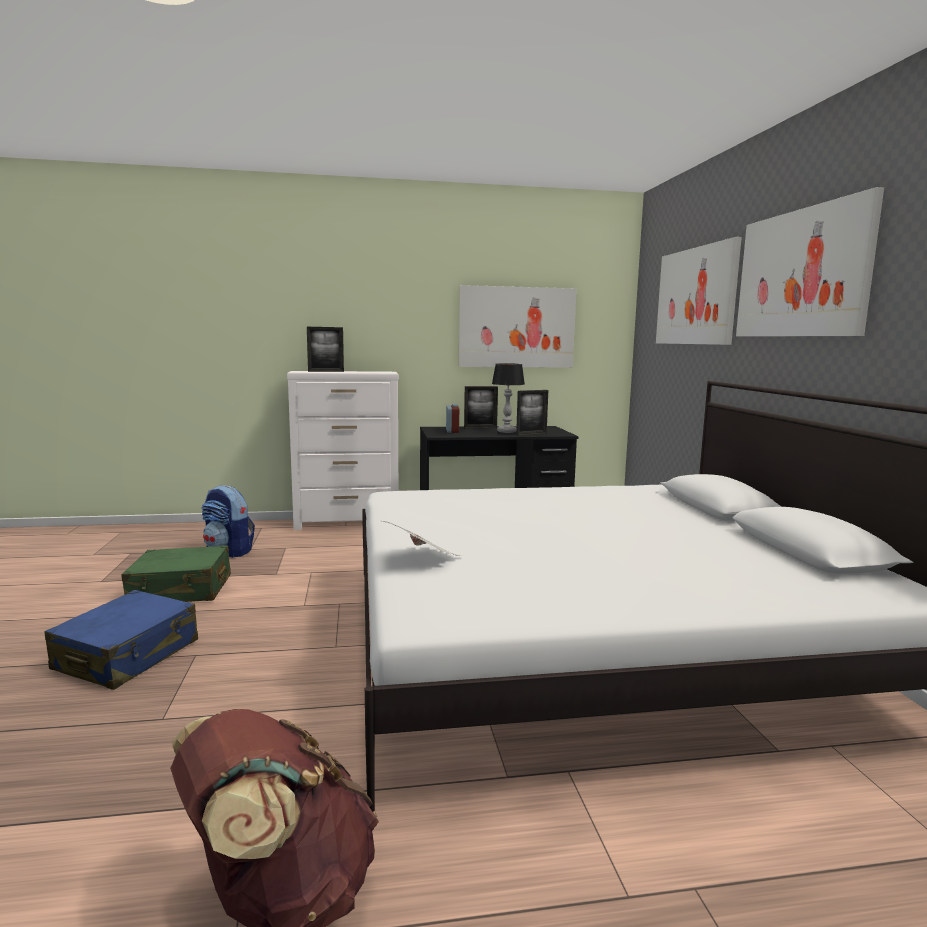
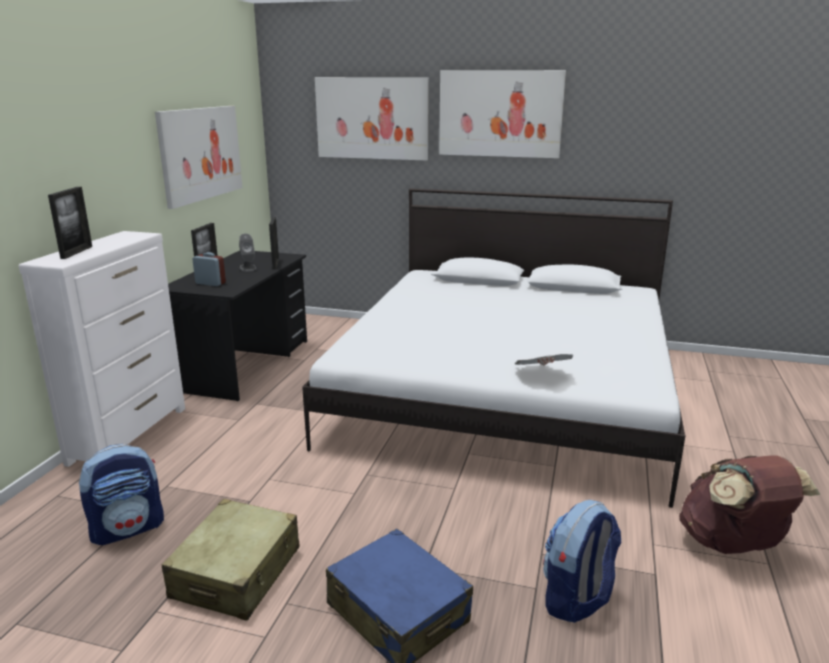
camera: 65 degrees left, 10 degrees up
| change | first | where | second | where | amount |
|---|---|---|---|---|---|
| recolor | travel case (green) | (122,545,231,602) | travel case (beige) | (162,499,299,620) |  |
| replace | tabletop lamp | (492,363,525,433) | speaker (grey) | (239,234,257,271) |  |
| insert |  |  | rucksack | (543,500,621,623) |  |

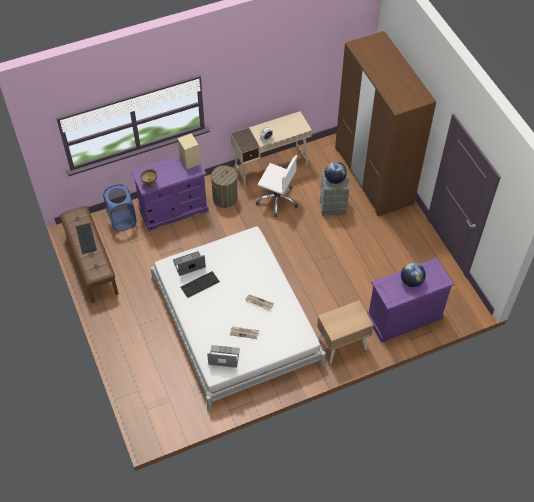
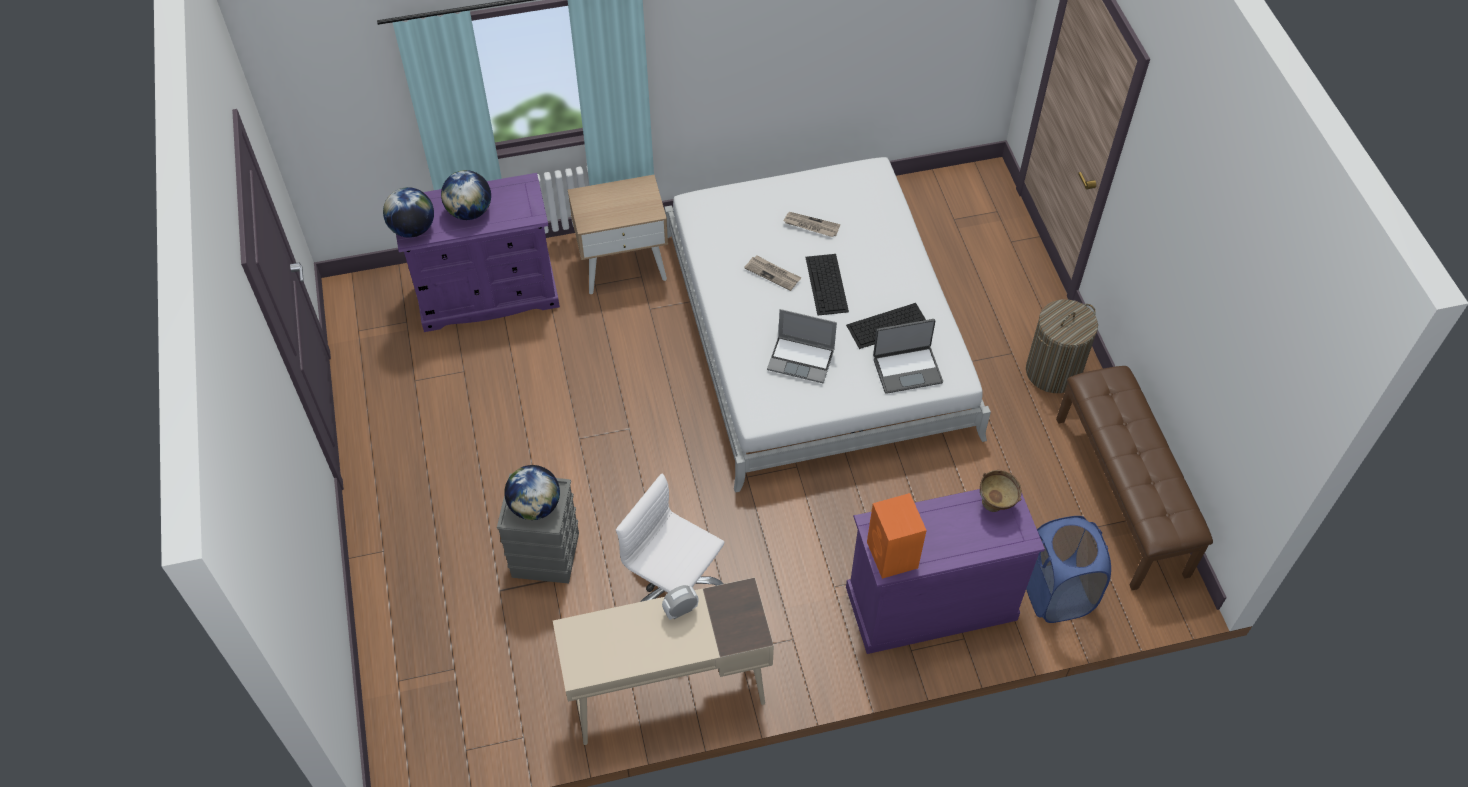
camera: 170 degrees left, 0 degrees up
| change | first | where | second | where | amount |
|---|---|---|---|---|---|
| move | computer keyboard | (76,223,97,254) |  | (805,254,849,316) |  |
| recolor | speaker (beige) | (178,133,200,169) | speaker (orange-coloured) | (867,493,927,579) |  |
| move | portable computer | (207,345,240,368) |  | (767,309,837,383) |  |
| move | laundry basket | (211,166,238,208) |  | (1026,299,1098,393) |  |
| delete | wardrobe (brown-coloured) | (335,31,436,217) |  |  |  |
| insert |  |  | globe | (383,187,434,238) |  |

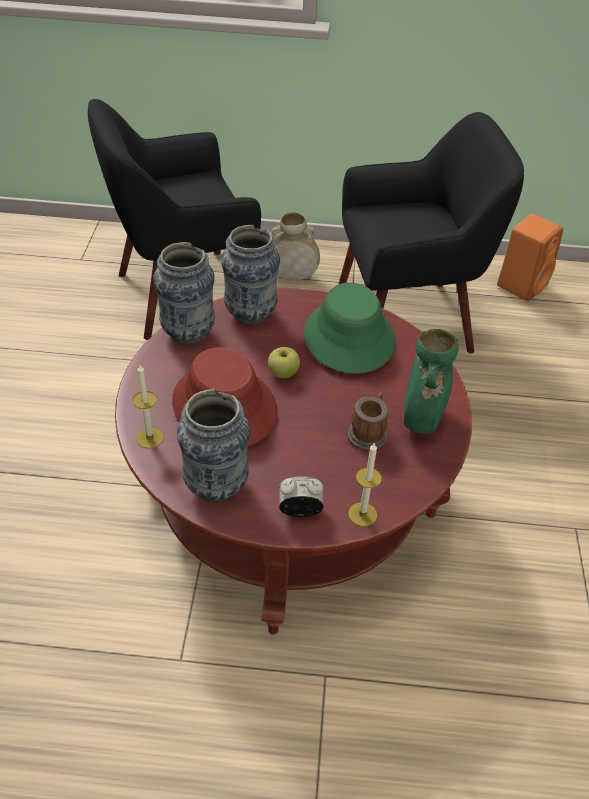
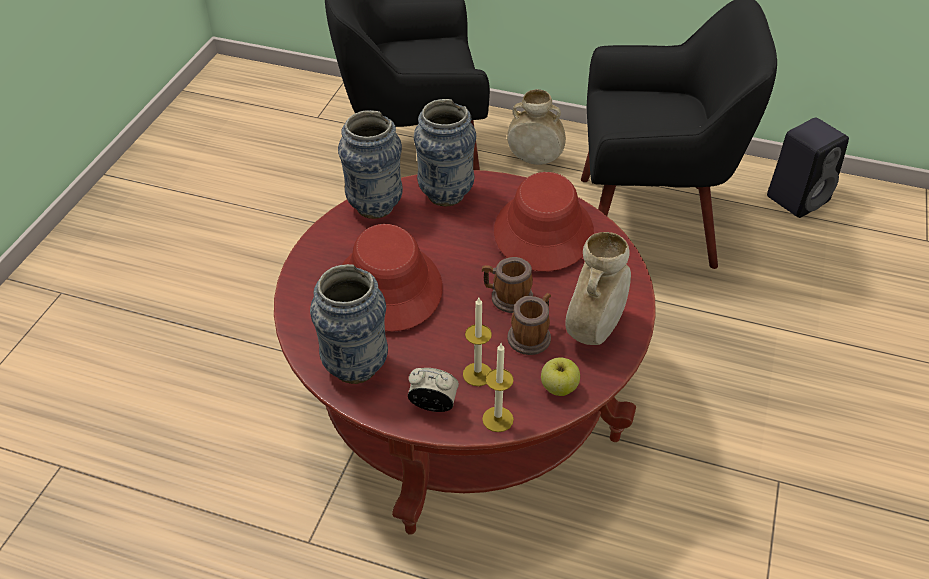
camera: 15 degrees right, 0 degrees up
| change | first | where | second | where | amount |
|---|---|---|---|---|---|
| move | wax light | (133,365,163,449) |  | (463,298,492,386) |  |
| move | apple fruit | (268,347,300,378) |  | (541,357,580,396) |  |
| recolor | hat (green) | (304,282,396,374) | hat (reddish) | (494,172,594,271) |  |
| recolor | flower vase (green) | (404,329,459,434) | flower vase (beige) | (565,232,631,345) |  |
| recolor | speaker (orange-coloured) | (497,214,563,301) | speaker (black) | (767,117,849,218) |  |
| insert |  |  | tea mug | (482,257,533,313) |  |

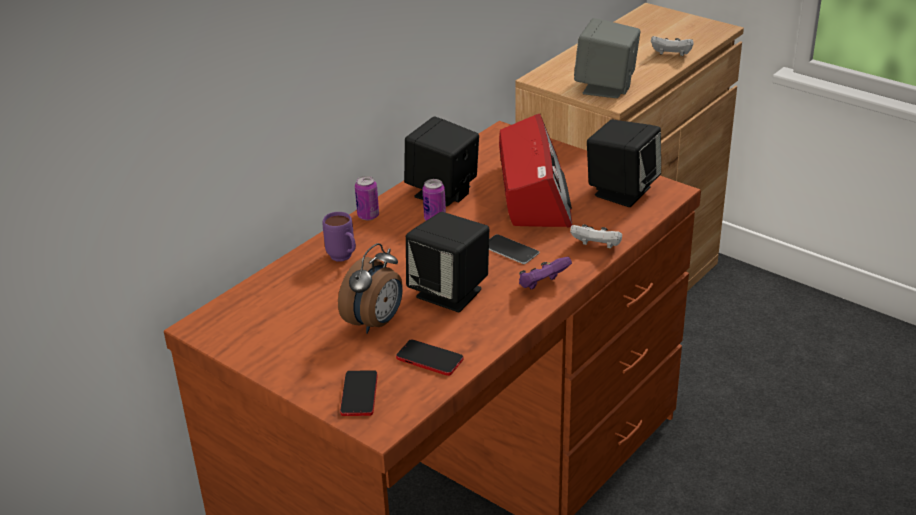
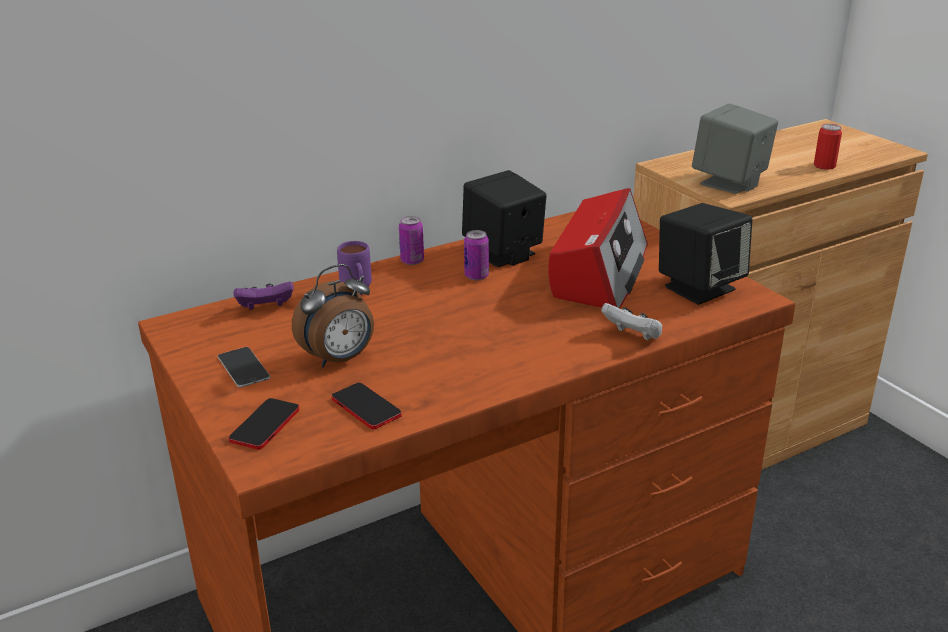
camera: 20 degrees right, 5 degrees down
| change | first | where | second | where | amount |
|---|---|---|---|---|---|
| delete | speaker (black) | (406,212,489,312) |  |  |  |
| move | handset | (489,234,540,264) |  | (218,347,270,387) |  |
| move | gamepad (purple) | (519,257,572,289) |  | (233,281,294,310) |  |
| replace | gamepad (whitish) | (651,36,694,56) | sealed can | (814,124,842,170) |  |

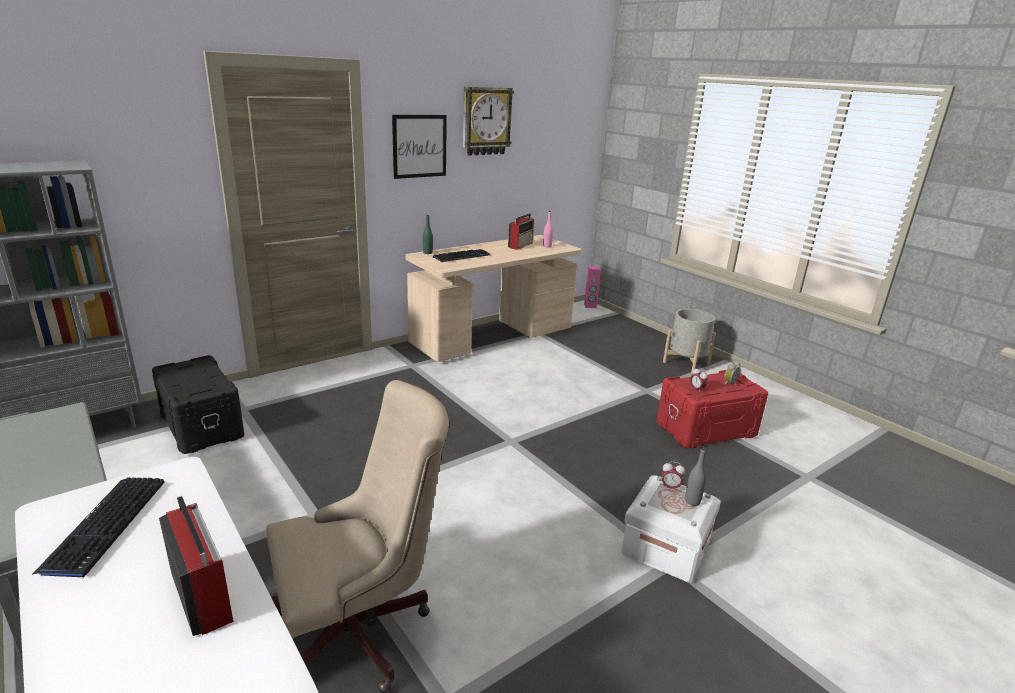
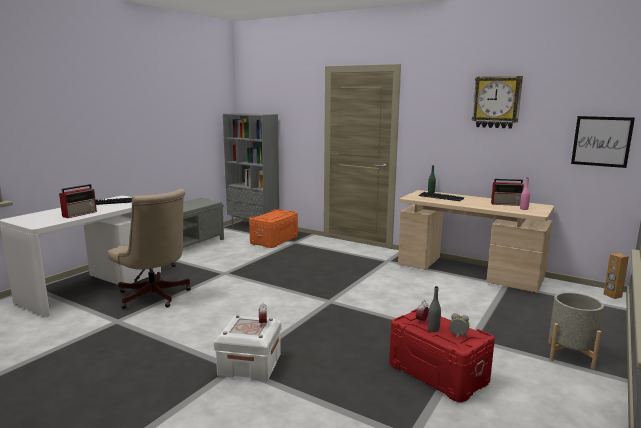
camera: 70 degrees right, 10 degrees down
| change | first | where | second | where | amount |
|---|---|---|---|---|---|
| recolor | storage box (black) | (152,355,244,454) | storage box (orange-coloured) | (249,209,298,248) |  |
| move | wall picture | (392,115,447,179) |  | (571,116,635,168) |  |
| recolor | speaker (pinkish) | (584,266,601,308) | speaker (brown-coloured) | (604,253,629,299) |  |
| move | beverage bottle (grey) | (685,447,706,506) |  | (428,286,441,332) |  |

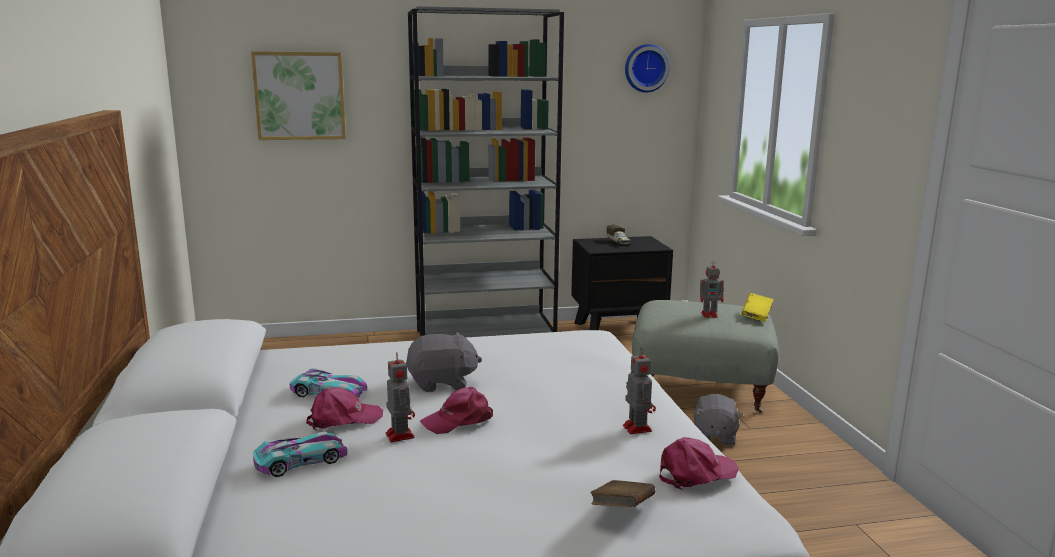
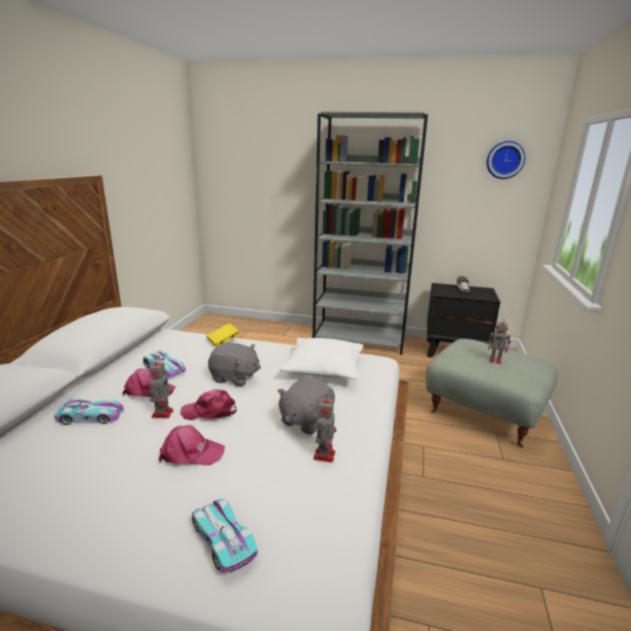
camera: 25 degrees right, 5 degrees up
| change | first | where | second | where | amount |
|---|---|---|---|---|---|
| delete | wall picture | (251,51,346,140) |  |  |  |
| replace | bound book (brown-coloured) | (590,480,656,507) | toy car | (192,498,257,573) |  |
| move | peaked cap (pinkish) | (659,437,739,490) |  | (159,425,225,465) |  |
| move | plush toy (grey) | (694,394,743,446) |  | (277,378,335,435) |  |
| move | bound book (yellow) | (742,293,774,322) |  | (206,323,239,347) |  |
| insert |  |  | pillow (whitish) | (280,338,363,379) |  |

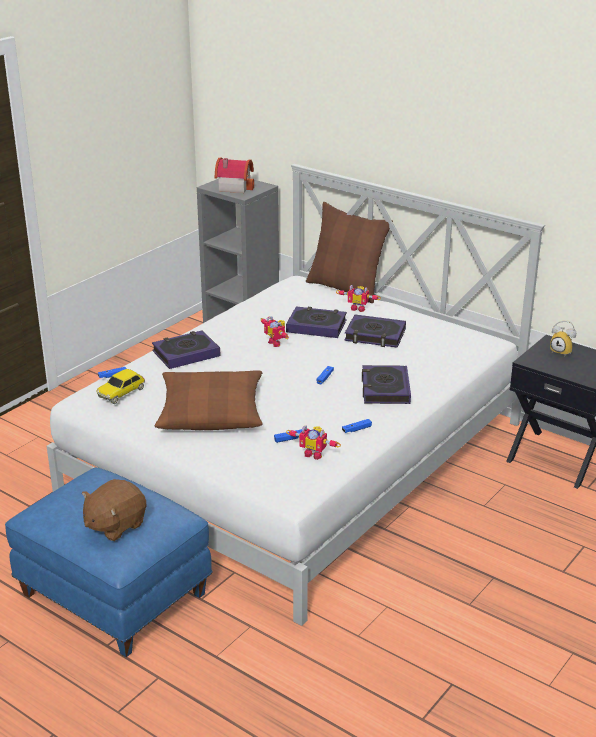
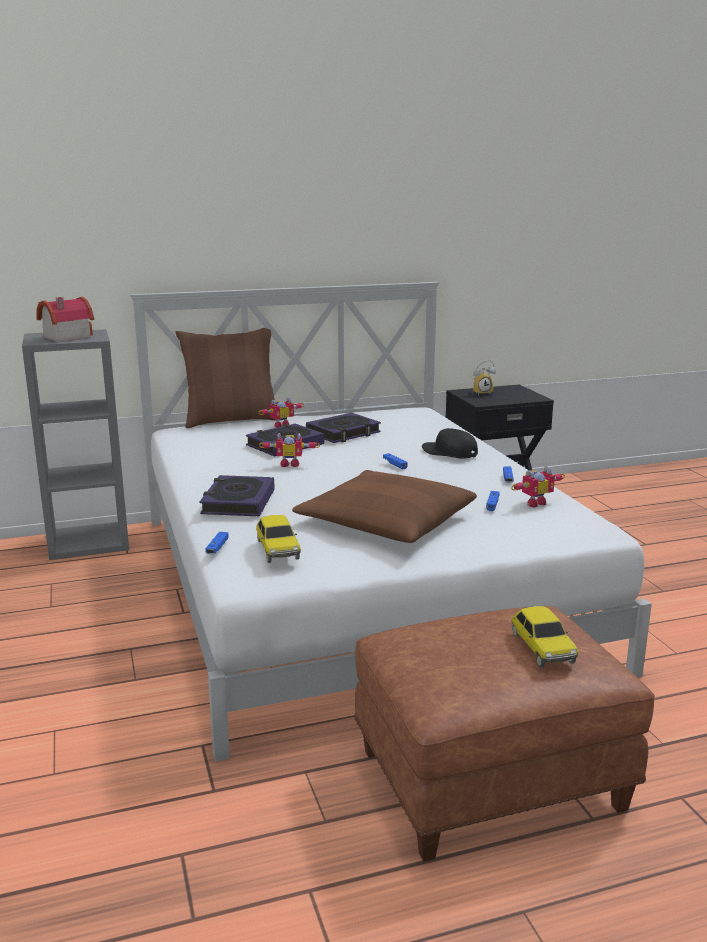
camera: 55 degrees left, 10 degrees down
| change | first | where | second | where | amount |
|---|---|---|---|---|---|
| recolor | footrest (bluish) | (5,467,213,657) | footrest (brown-coloured) | (354,606,655,861) |  |
| replace | plush toy (brown-coloured) | (82,479,146,541) | toy car | (511,606,578,667) |  |
| replace | bound book | (362,365,411,404) | peaked cap (black) | (422,428,478,459) |  |

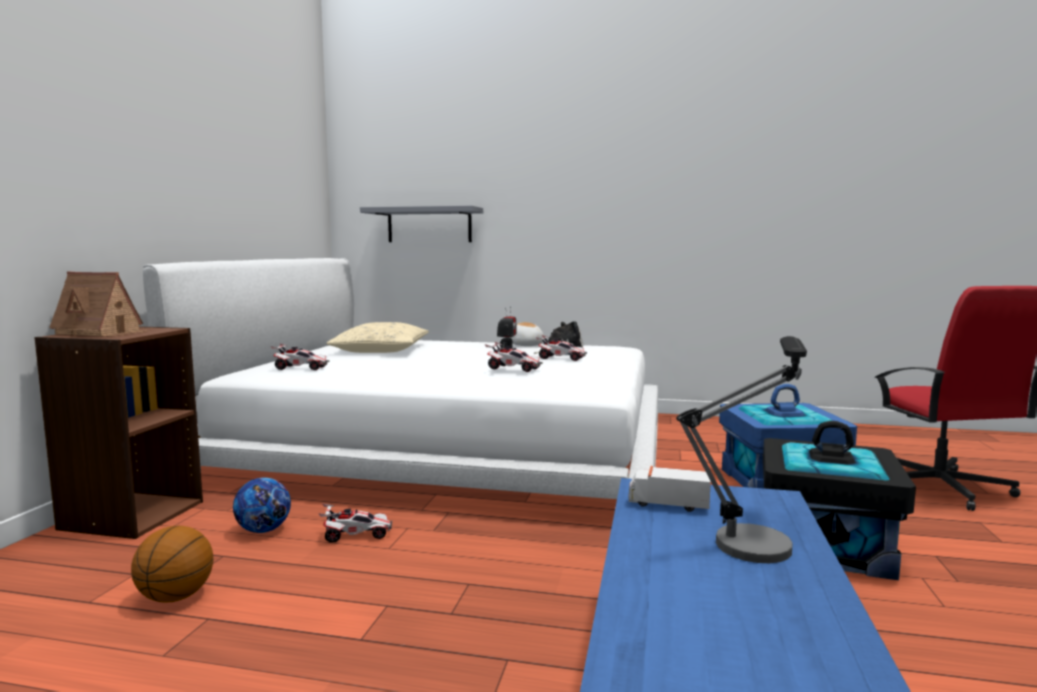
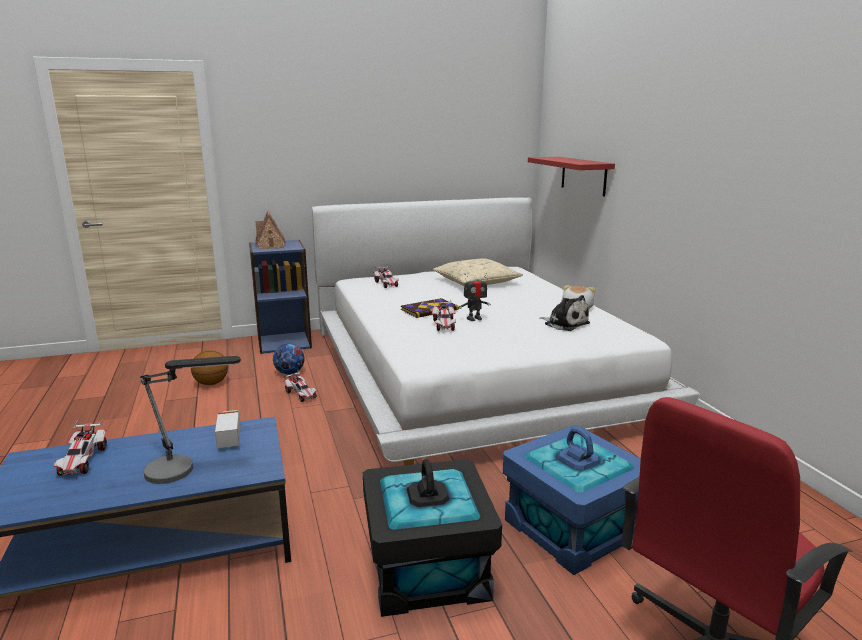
camera: 60 degrees right, 10 degrees up
| change | first | where | second | where | amount |
|---|---|---|---|---|---|
| recolor | bookcase (brown-coloured) | (34,326,203,539) | bookcase (bluish) | (249,240,312,354) |  |
| recolor | bracket shelf (grey) | (360,205,483,242) | bracket shelf (reddish) | (528,157,615,197) |  |
| move | toy car | (536,335,587,361) |  | (53,418,107,476) |  |
| insert |  |  | bound book | (401,298,459,318) |  |

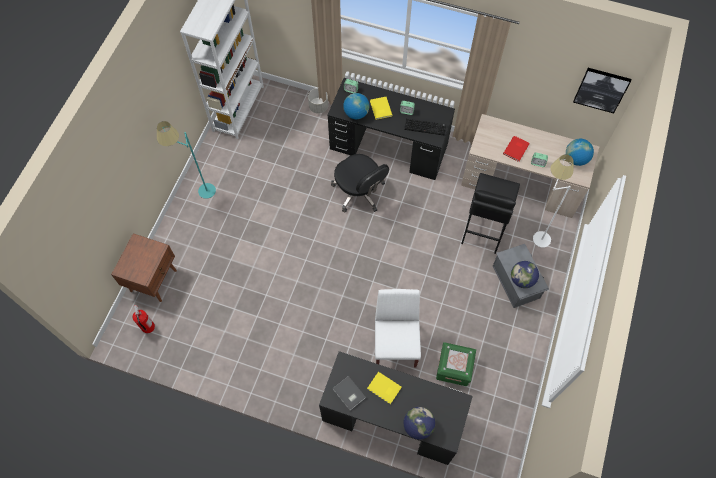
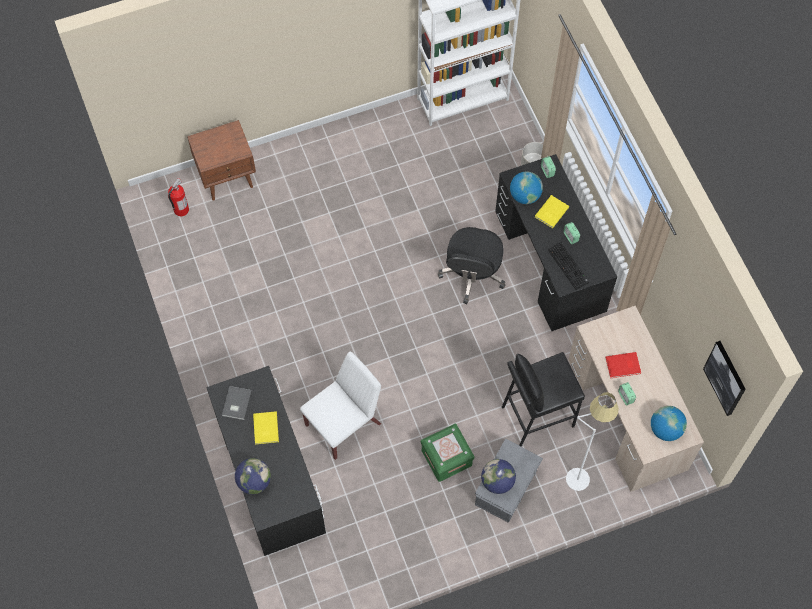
camera: 50 degrees right, 0 degrees up
| change | first | where | second | where | amount |
|---|---|---|---|---|---|
| delete | standing lamp (turquoise-coloured) | (157,121,216,199) |  |  |  |
| move | storage box (green) | (436,342,476,386) |  | (421,423,475,482) |  |

